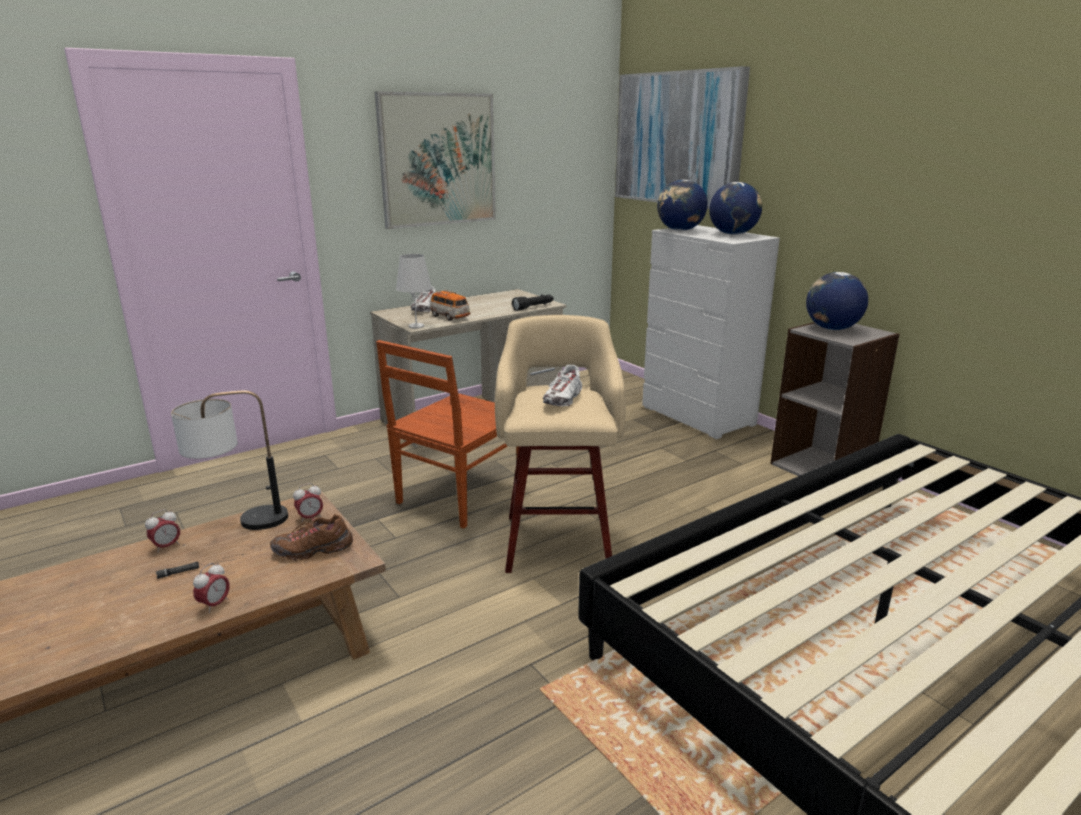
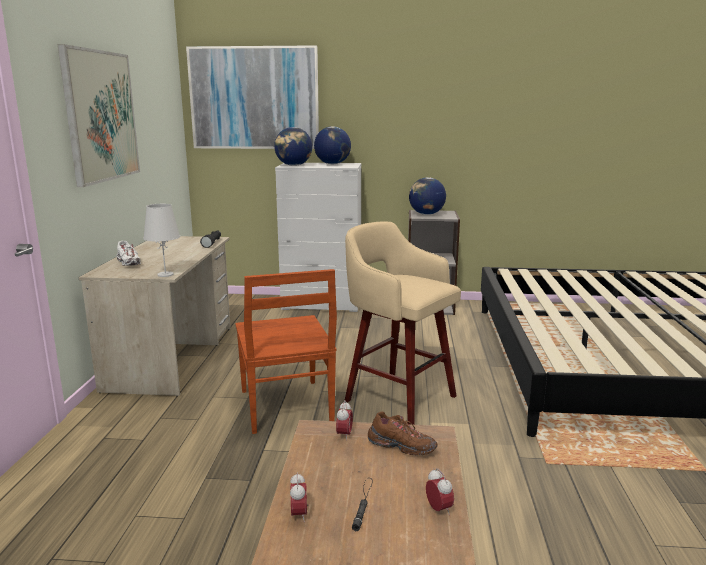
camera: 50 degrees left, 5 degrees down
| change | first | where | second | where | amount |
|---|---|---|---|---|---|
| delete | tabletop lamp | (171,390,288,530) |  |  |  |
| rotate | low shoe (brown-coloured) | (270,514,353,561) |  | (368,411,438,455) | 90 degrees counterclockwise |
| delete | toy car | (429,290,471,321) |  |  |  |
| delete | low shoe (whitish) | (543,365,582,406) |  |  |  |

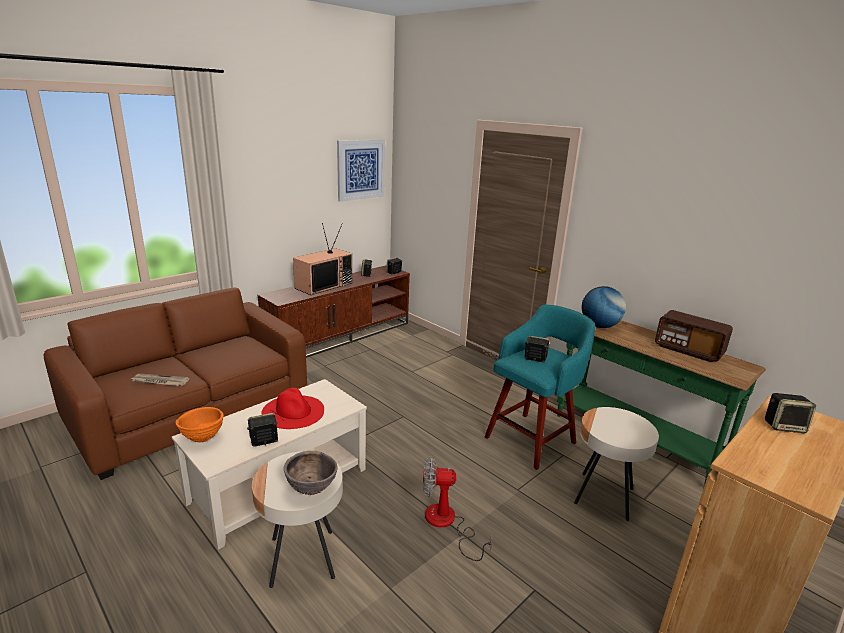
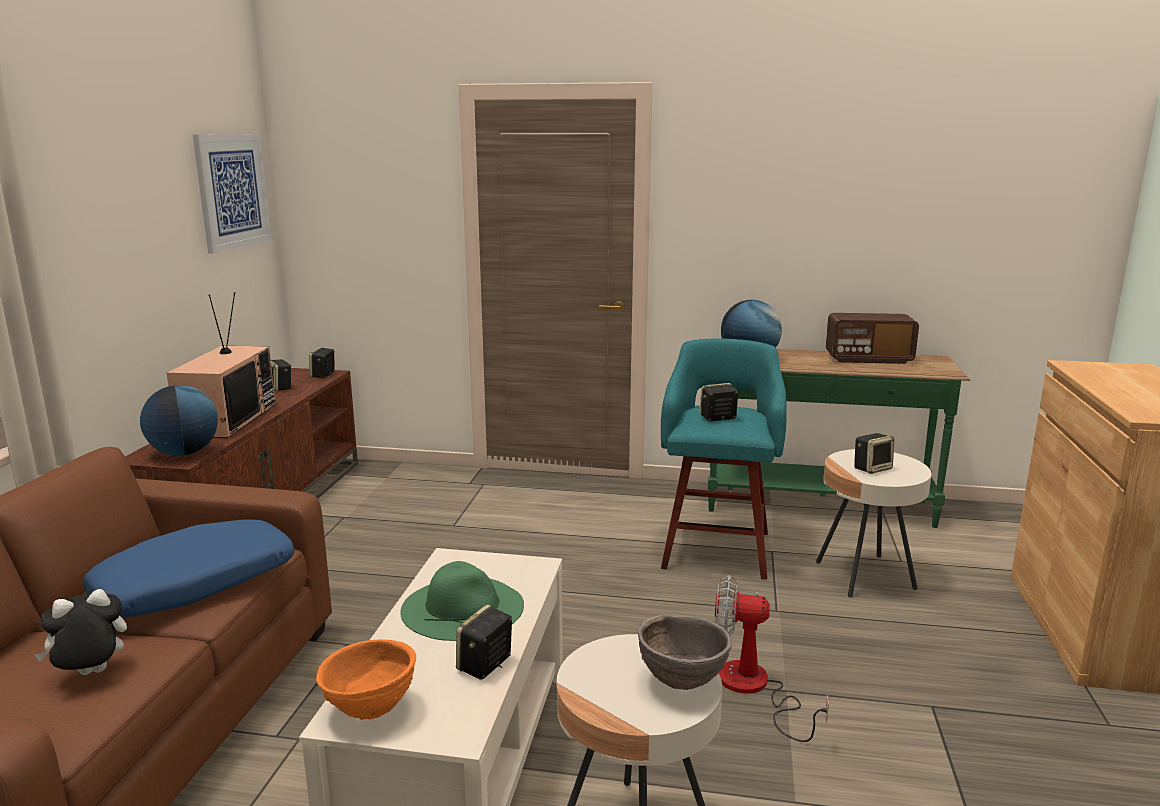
camera: 35 degrees left, 5 degrees down
| change | first | where | second | where | amount |
|---|---|---|---|---|---|
| replace | newspaper | (131,374,190,386) | plush toy | (34,589,127,675) |  |
| recolor | hat (reddish) | (261,388,324,429) | hat (green) | (400,561,524,641) |  |
| rotate | fan | (423,456,492,561) |  | (715,575,829,742) | 45 degrees clockwise |
| move | speaker | (765,393,816,433) |  | (854,433,894,474) |  |
| insert |  |  | pillow (bluish) | (83,519,295,618) |  |
| insert |  |  | globe | (140,385,218,456) |  |

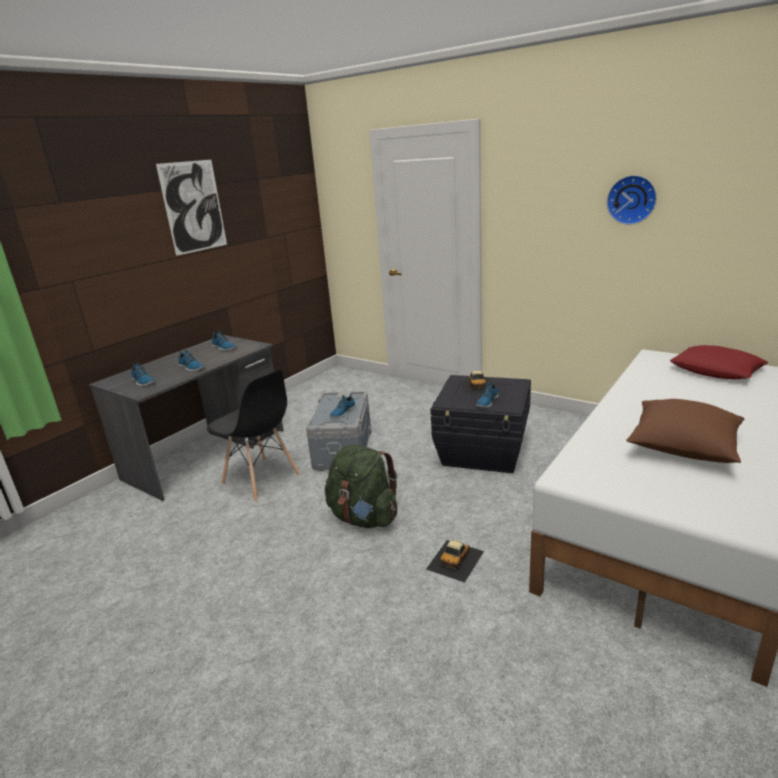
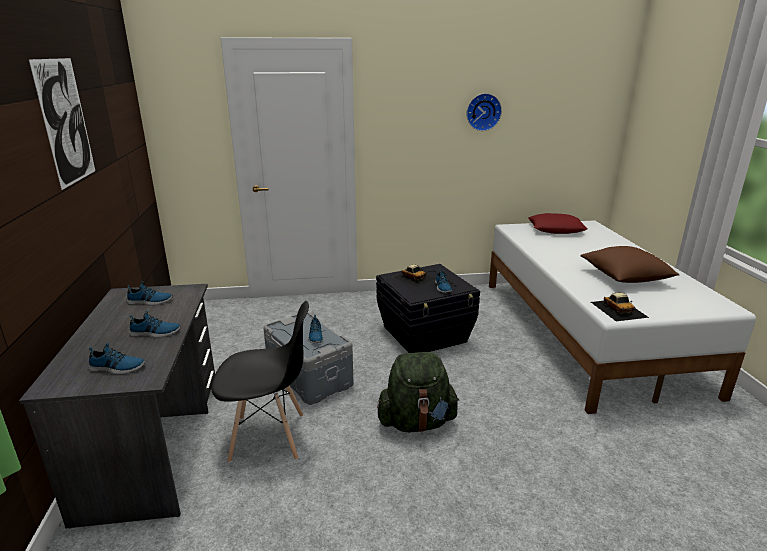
camera: 45 degrees left, 0 degrees up
| change | first | where | second | where | amount |
|---|---|---|---|---|---|
| move | toy car | (426,540,484,583) |  | (591,293,649,321) |  |

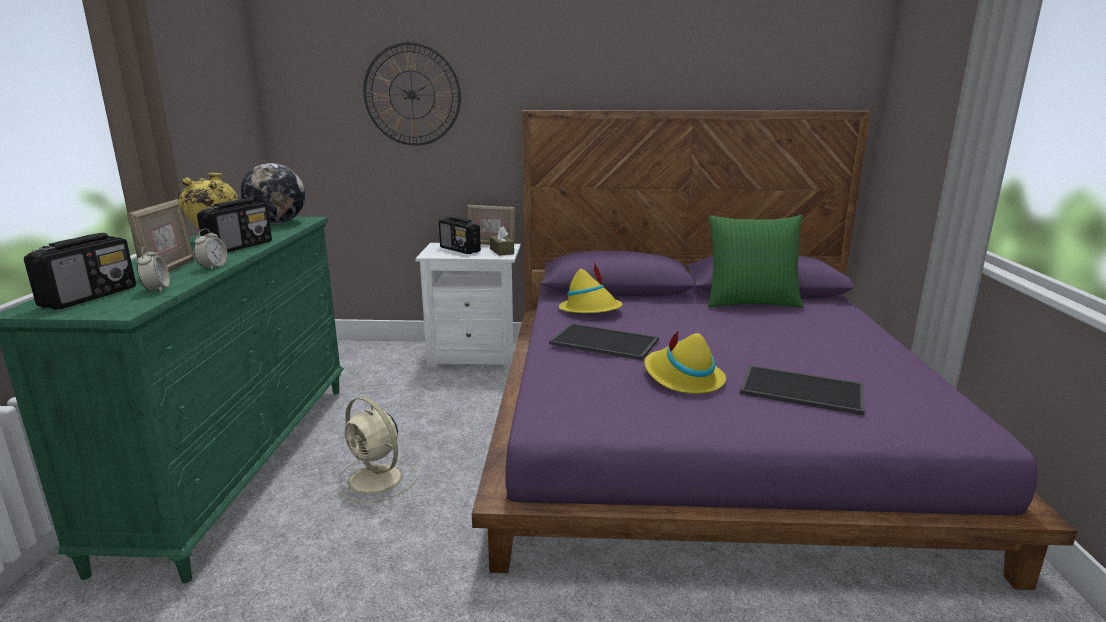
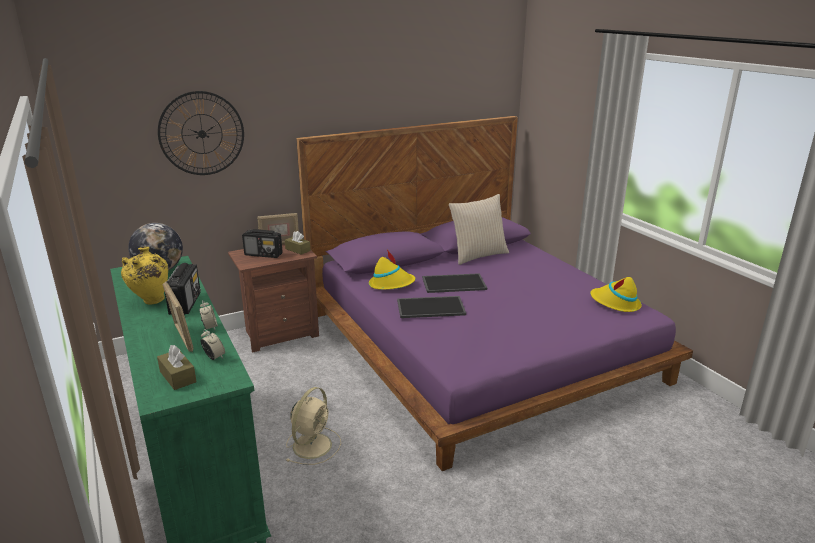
camera: 30 degrees left, 5 degrees up
| change | first | where | second | where | amount |
|---|---|---|---|---|---|
| replace | radio receiver | (24,233,136,310) | box of tissues (brown-coloured) | (157,345,197,390) |  |
| rotate | fan (beige) | (335,397,418,503) |  | (286,387,341,465) | 75 degrees counterclockwise |
| recolor | night table (whitish) | (415,243,521,369) | night table (brown-coloured) | (228,244,319,353) |  |
| move | hat (yellow) | (644,330,726,394) |  | (590,277,642,312) |  |
| recolor | pillow (green) | (708,215,803,308) | pillow (beige) | (449,194,509,265) |  |
| move | carrying tray | (740,365,865,415) |  | (422,273,487,293) |  |

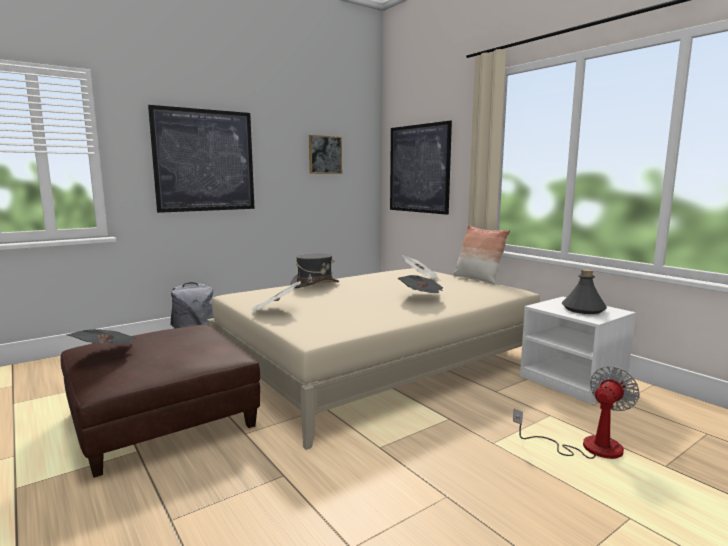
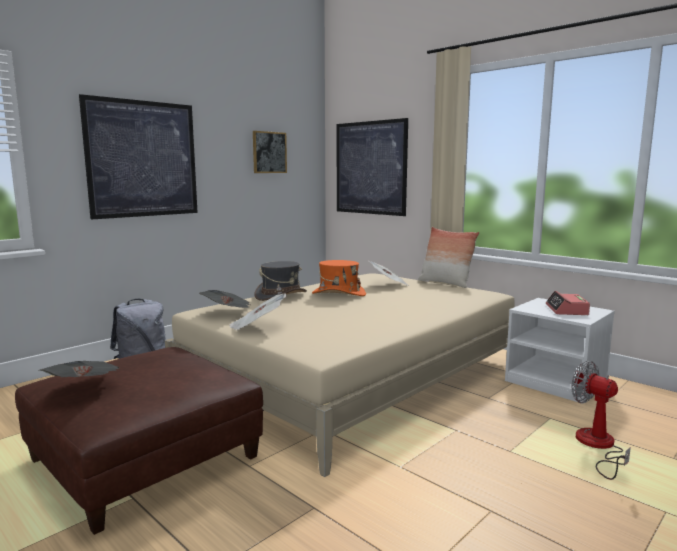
camera: 10 degrees left, 0 degrees up
| change | first | where | second | where | amount |
|---|---|---|---|---|---|
| move | newspaper | (398,275,443,293) |  | (199,290,250,308) |  |
| rotate | fan | (513,366,640,459) |  | (571,361,631,480) | 75 degrees counterclockwise |
| replace | beverage bottle (grey) | (562,269,607,314) | alarm clock | (546,291,590,315) |  |
| insert |  |  | hat (orange-coloured) | (312,260,366,296) |  |

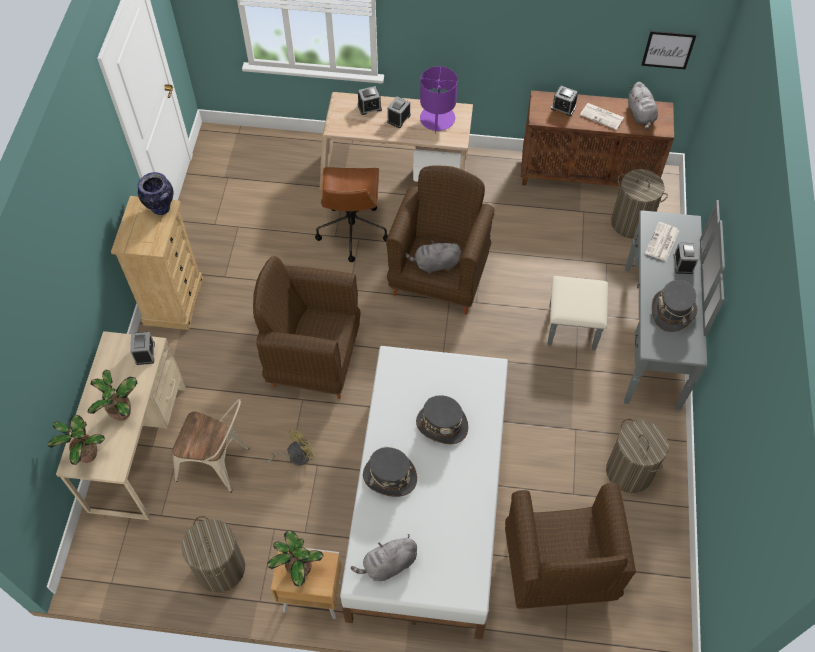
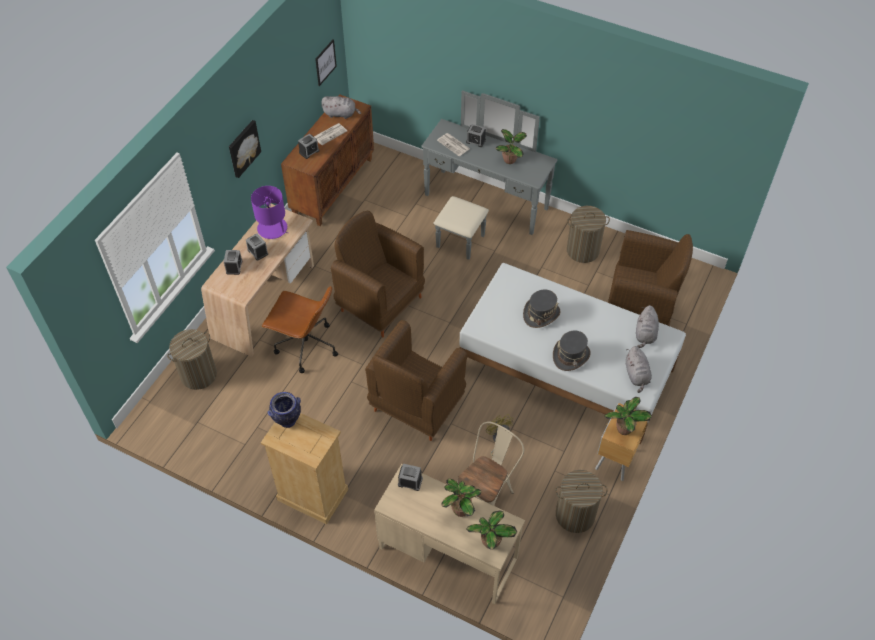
camera: 70 degrees left, 5 degrees down
| change | first | where | second | where | amount |
|---|---|---|---|---|---|
| move | plush toy (grey) | (405,240,461,273) |  | (636,305,659,348) |  |
| move | laundry basket | (611,169,668,239) |  | (167,329,217,390) |  |
| replace | hat (grey) | (651,280,697,332) | houseplant | (496,129,527,164) |  |
| insert |  |  | wall picture | (229,120,261,178) |  |

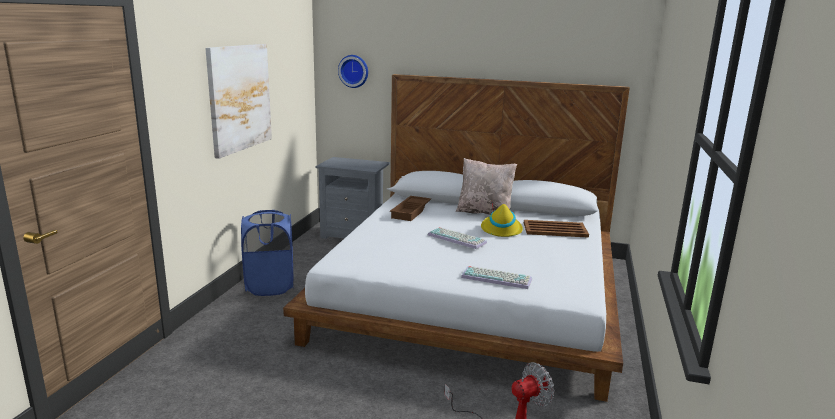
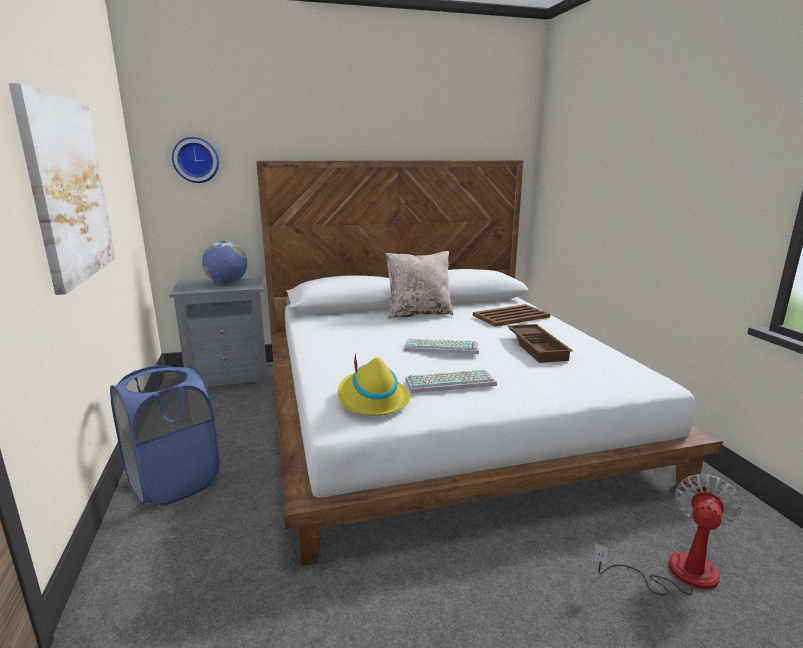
camera: 30 degrees left, 0 degrees up
| change | first | where | second | where | amount |
|---|---|---|---|---|---|
| move | carrying tray (brown-coloured) | (390,196,431,221) |  | (507,324,573,363) |  |
| move | computer keyboard | (461,266,532,289) |  | (405,369,497,393) |  |
| move | hat (yellow) | (481,199,523,237) |  | (338,354,410,415) |  |
| insert |  |  | globe | (202,241,248,284) |  |

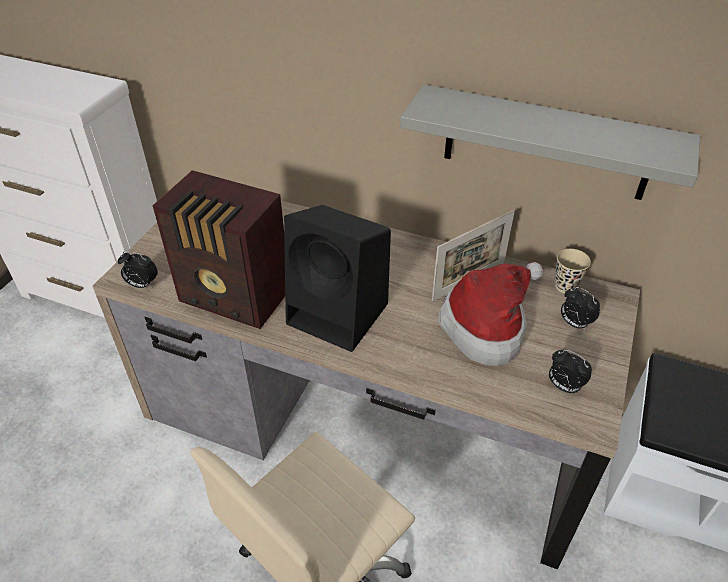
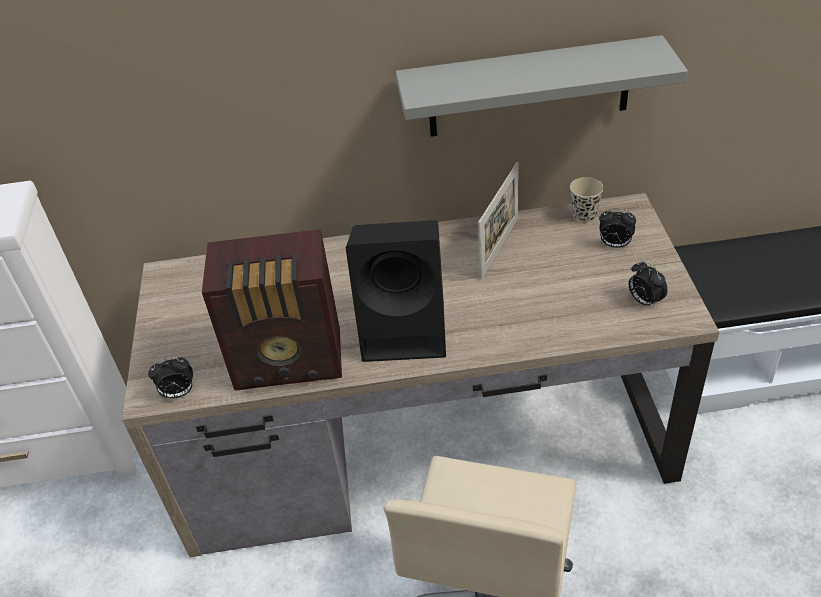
camera: 25 degrees left, 0 degrees up
| change | first | where | second | where | amount |
|---|---|---|---|---|---|
| delete | hat | (438,262,543,366) |  |  |  |
| rotate | alarm clock | (549,350,592,395) |  | (628,261,668,309) | 45 degrees clockwise |

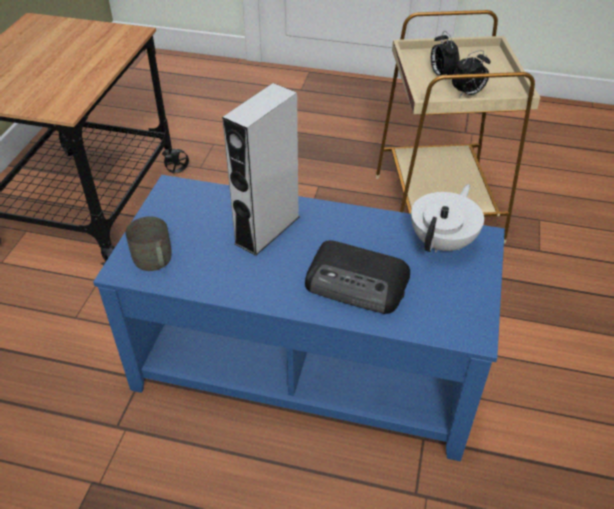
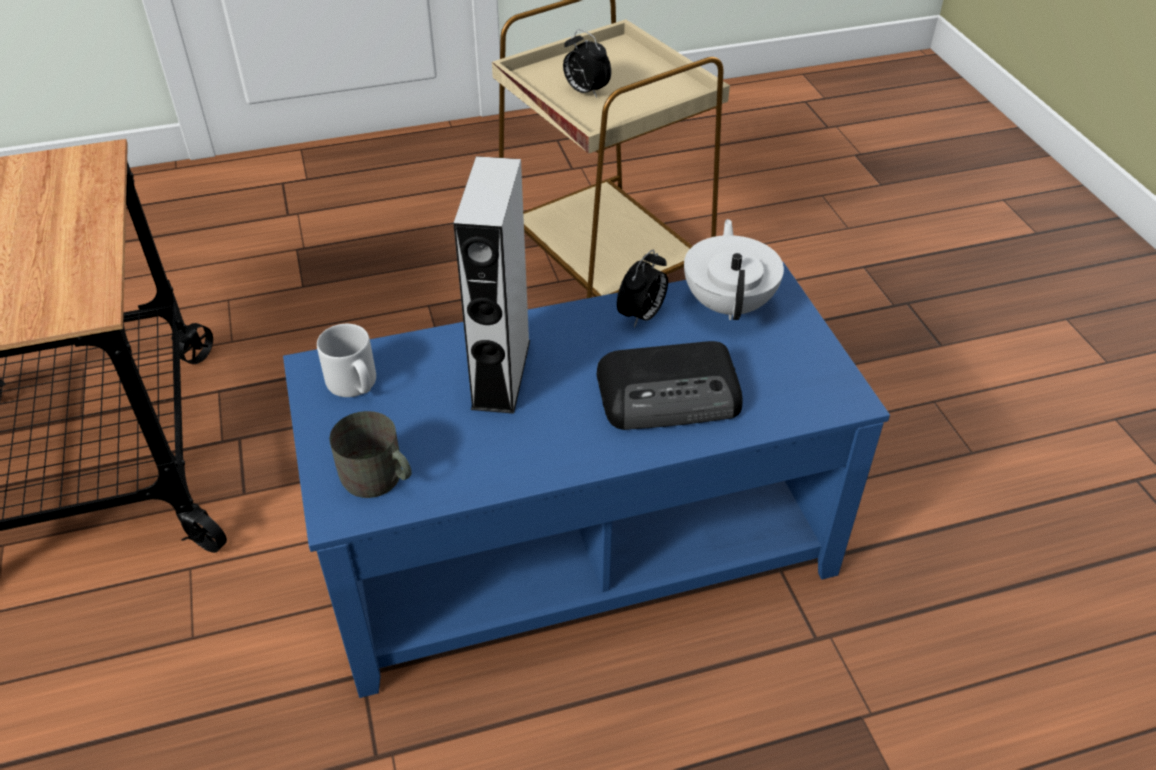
camera: 30 degrees left, 0 degrees up
| change | first | where | second | where | amount |
|---|---|---|---|---|---|
| move | alarm clock | (452,50,490,98) |  | (617,250,668,328) |  |
| insert |  |  | tea mug (grey) | (317,324,376,397) |  |

